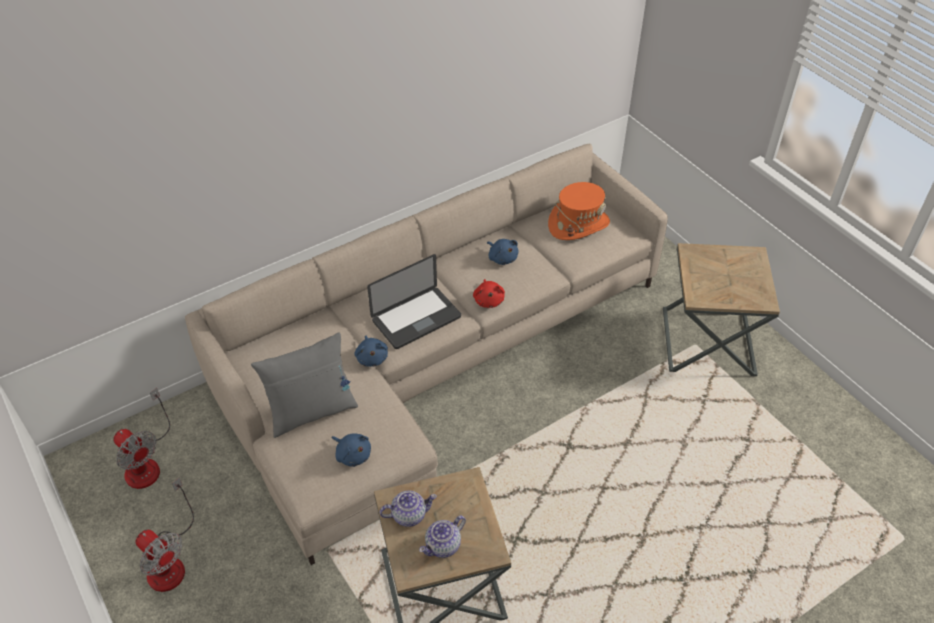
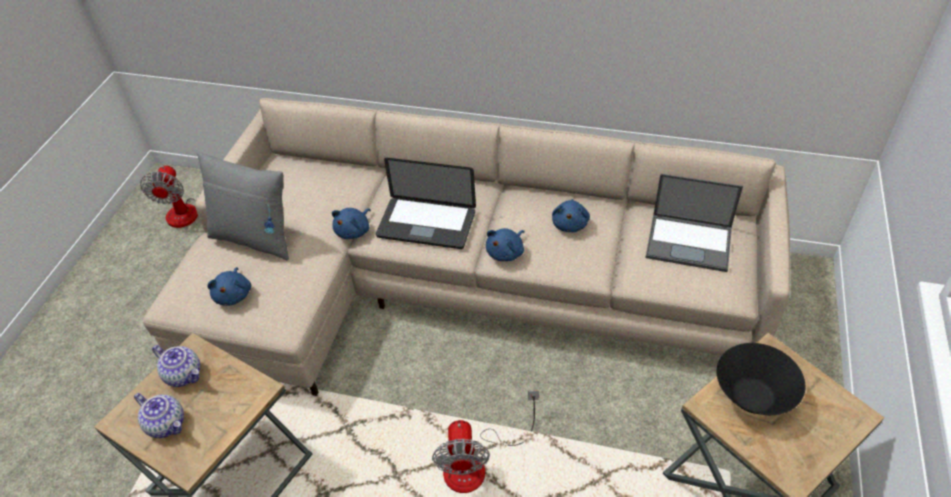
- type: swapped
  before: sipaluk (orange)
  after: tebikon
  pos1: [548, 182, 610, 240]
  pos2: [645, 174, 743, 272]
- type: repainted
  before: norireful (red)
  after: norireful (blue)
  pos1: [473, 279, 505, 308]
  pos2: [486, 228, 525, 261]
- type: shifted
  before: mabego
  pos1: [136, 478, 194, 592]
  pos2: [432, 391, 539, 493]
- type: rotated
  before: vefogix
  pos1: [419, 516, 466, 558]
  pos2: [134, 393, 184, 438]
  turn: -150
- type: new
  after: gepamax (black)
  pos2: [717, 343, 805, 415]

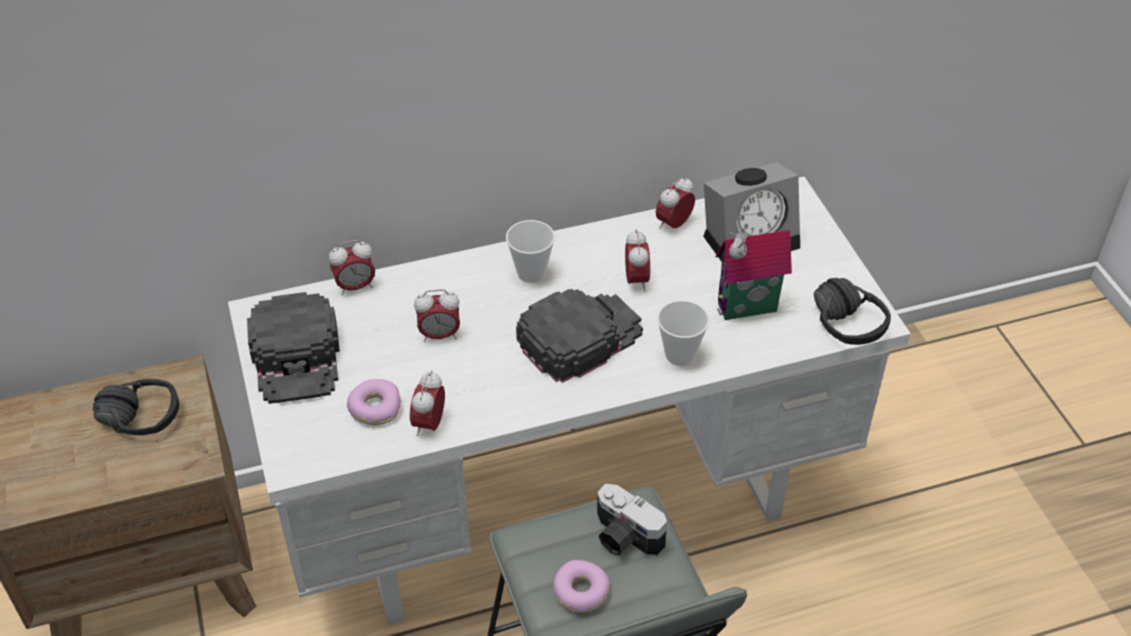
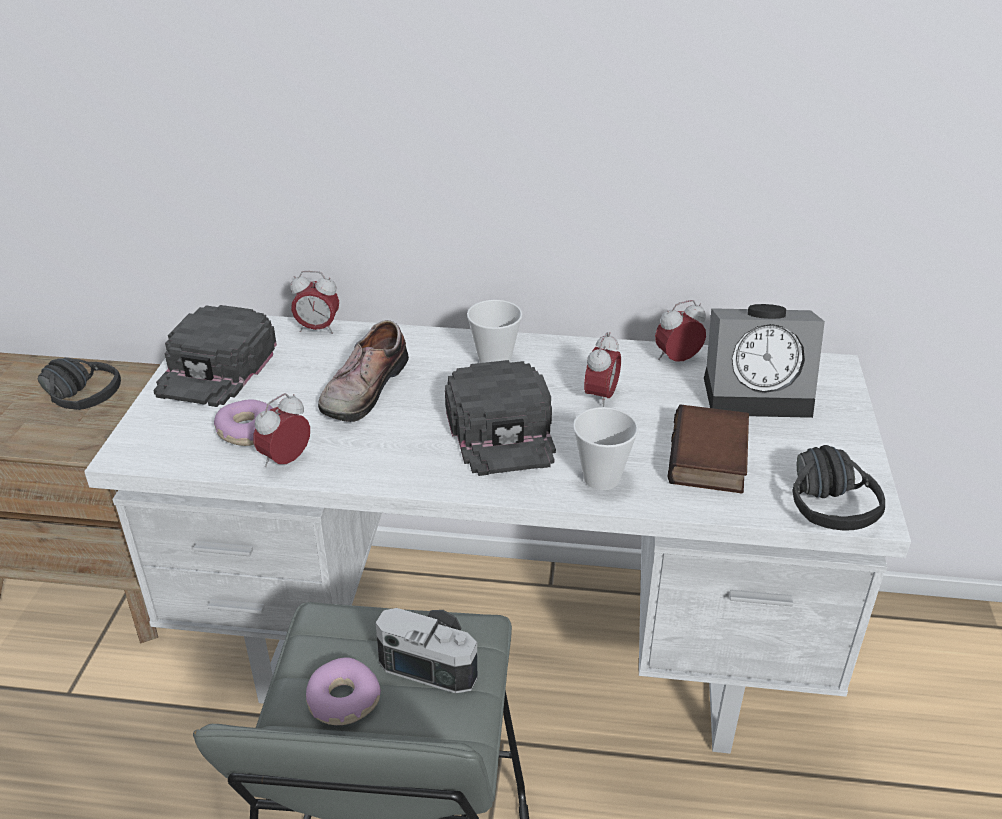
- type: swapped
  before: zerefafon
  after: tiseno
  pos1: [715, 229, 792, 320]
  pos2: [668, 405, 749, 494]
- type: swapped
  before: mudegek
  after: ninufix
  pos1: [414, 289, 460, 342]
  pos2: [318, 320, 409, 422]
- type: rotated
  before: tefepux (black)
  pos1: [516, 289, 643, 383]
  pos2: [445, 360, 556, 476]
  turn: 90
- type: rotated
  before: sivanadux
  pos1: [597, 484, 667, 556]
  pos2: [375, 608, 477, 693]
  turn: 135

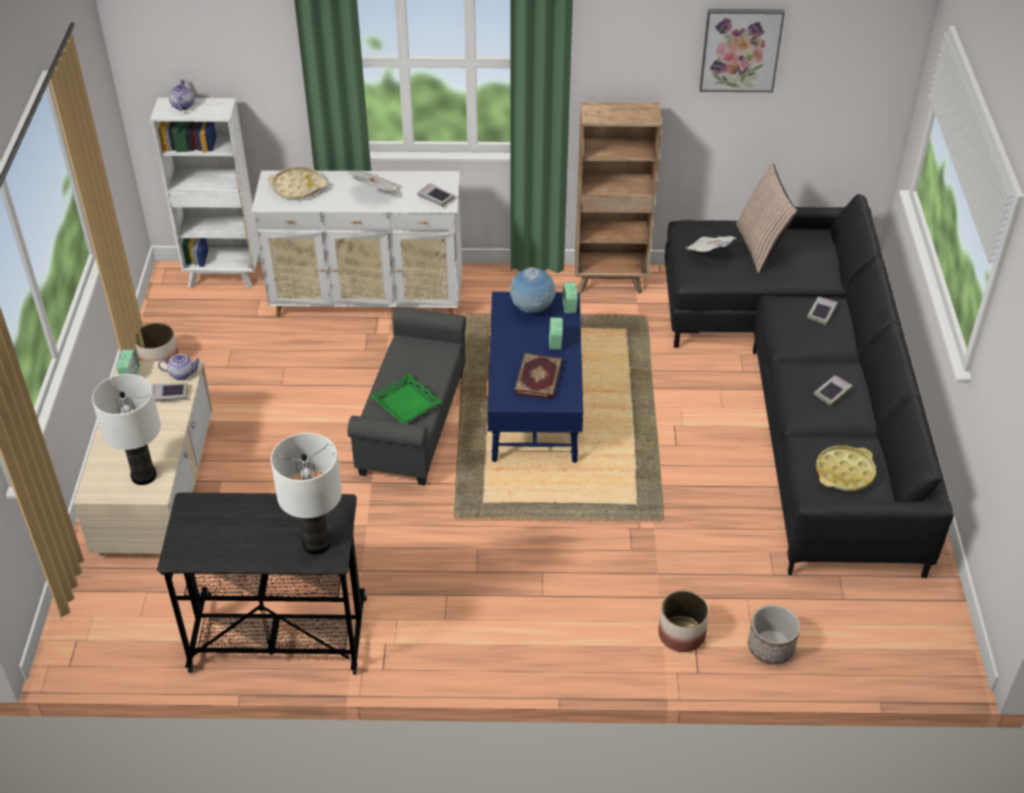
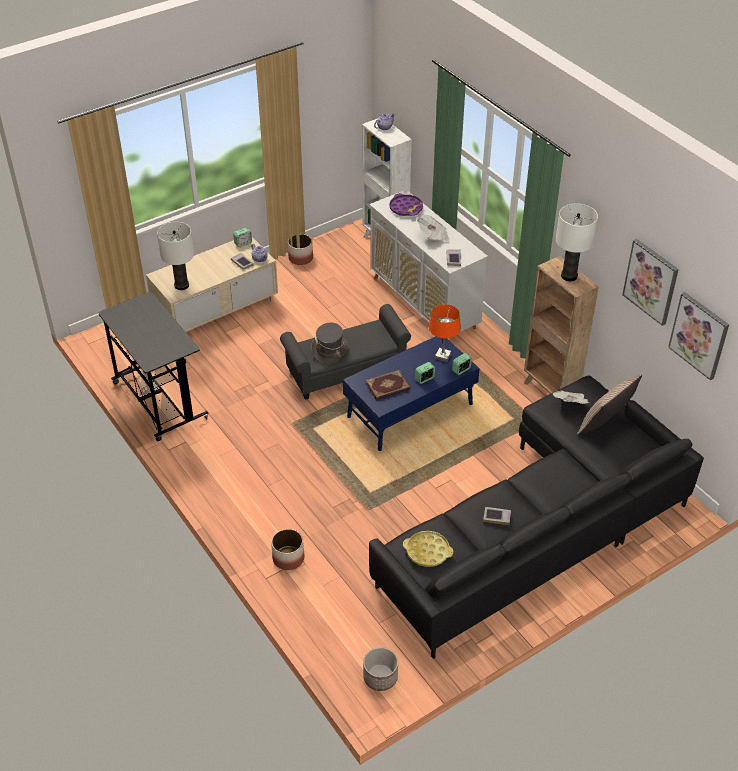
- type: repainted
  before: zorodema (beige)
  after: zorodema (purple)
  pos1: [267, 166, 327, 199]
  pos2: [389, 193, 423, 216]
- type: swapped
  before: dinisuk
  after: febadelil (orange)
  pos1: [510, 267, 556, 313]
  pos2: [429, 304, 461, 362]
- type: gone
  before: tiseno
  pos1: [807, 297, 838, 325]
- type: swapped
  before: zorodema (green)
  after: sipaluk (grey)
  pos1: [370, 374, 442, 423]
  pos2: [311, 323, 348, 365]
- type: shifted
  before: febadelil (white)
  pos1: [271, 433, 342, 554]
  pos2: [556, 204, 598, 281]
- type: shifted
  before: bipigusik
  pos1: [748, 605, 800, 664]
  pos2: [363, 647, 398, 691]
- type: new
  after: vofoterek
  pos2: [668, 292, 729, 381]

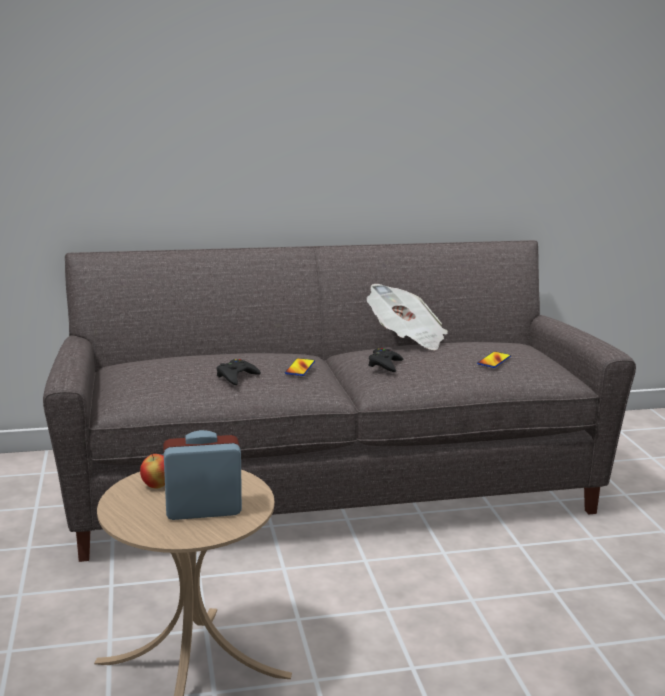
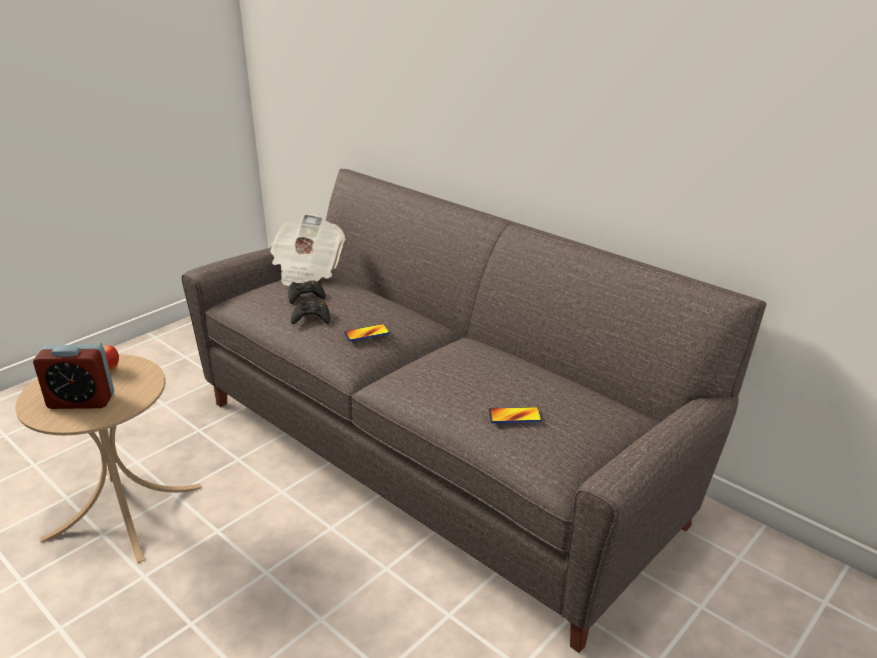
- type: shifted
  before: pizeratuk
  pos1: [366, 284, 448, 351]
  pos2: [269, 213, 345, 286]
- type: shifted
  before: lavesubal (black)
  pos1: [368, 348, 403, 372]
  pos2: [288, 280, 326, 304]
- type: rotated
  before: mudegek
  pos1: [163, 430, 242, 520]
  pos2: [33, 344, 114, 409]
  turn: 135

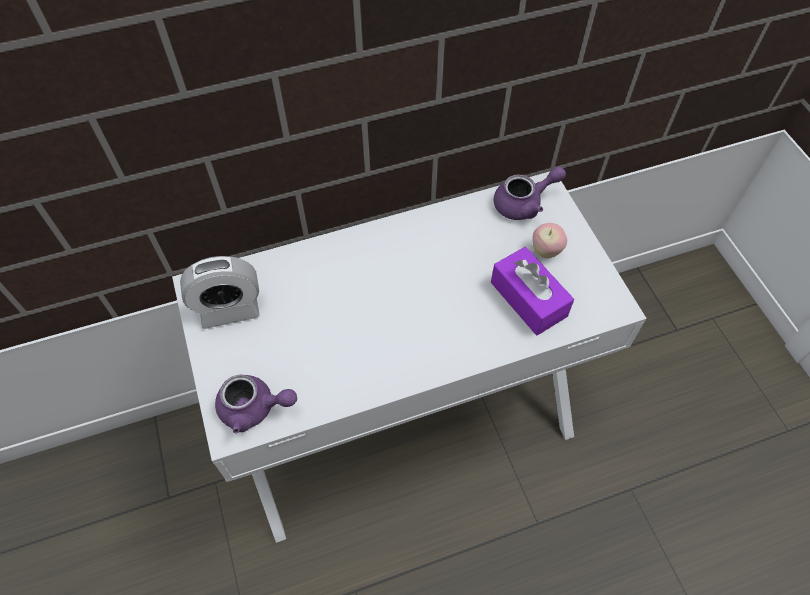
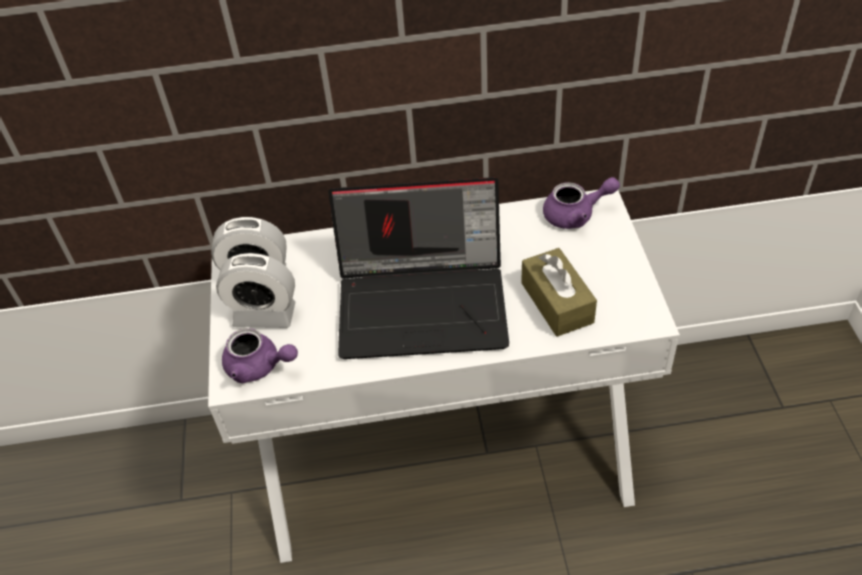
- type: gone
  before: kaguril
  pos1: [532, 223, 567, 258]
- type: repainted
  before: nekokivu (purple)
  after: nekokivu (brown)
  pos1: [491, 247, 574, 336]
  pos2: [521, 248, 597, 337]
- type: new
  after: tebikon
  pos2: [328, 177, 509, 359]
- type: new
  after: mudegek
  pos2: [216, 253, 296, 328]

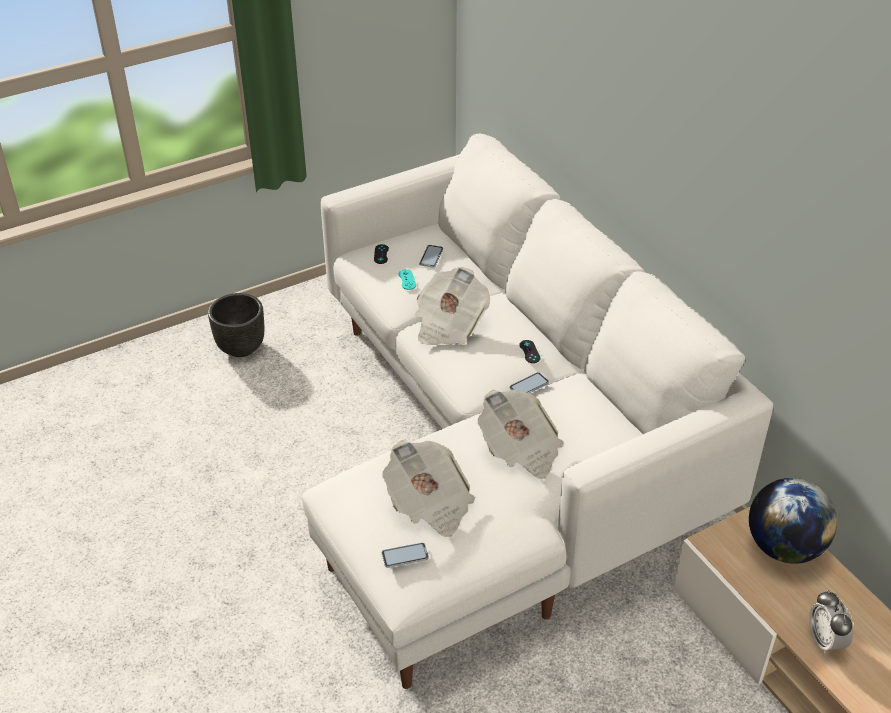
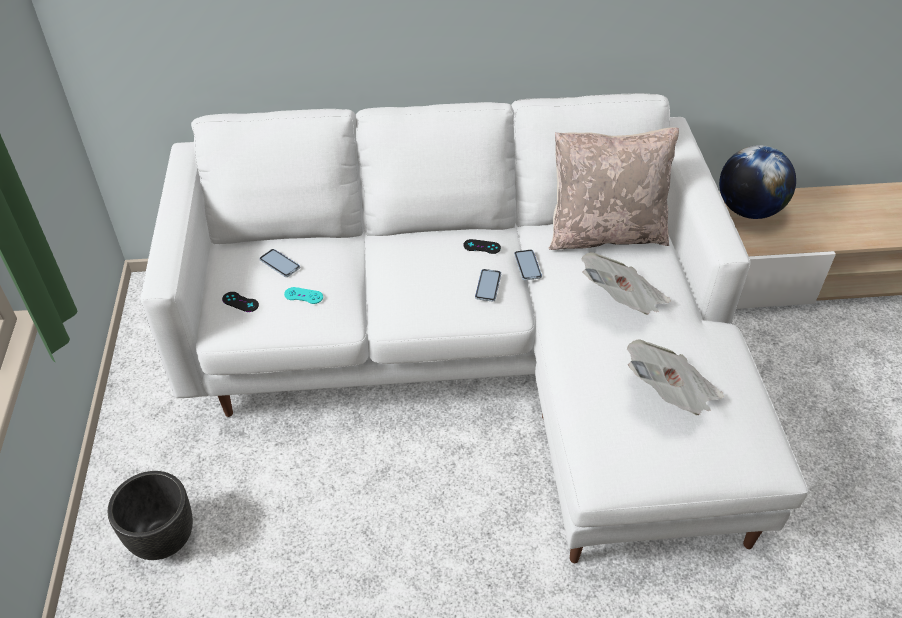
- type: gone
  before: pizeratuk
  pos1: [415, 267, 490, 345]
- type: shifted
  before: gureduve
  pos1: [382, 543, 429, 568]
  pos2: [475, 269, 501, 302]
- type: gone
  before: mudegek
  pos1: [809, 590, 853, 654]
- type: new
  after: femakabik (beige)
  pos2: [548, 127, 679, 250]

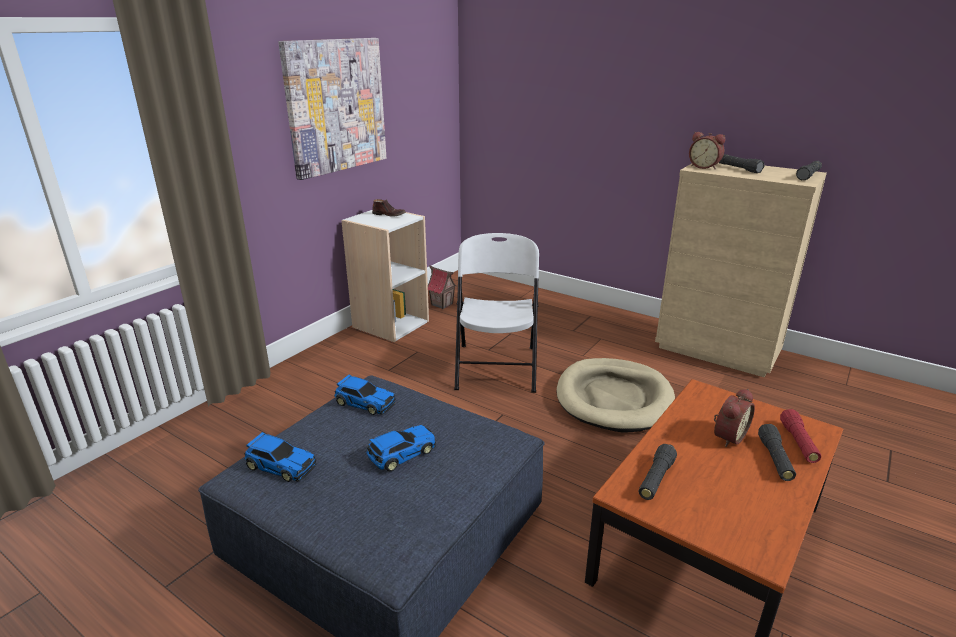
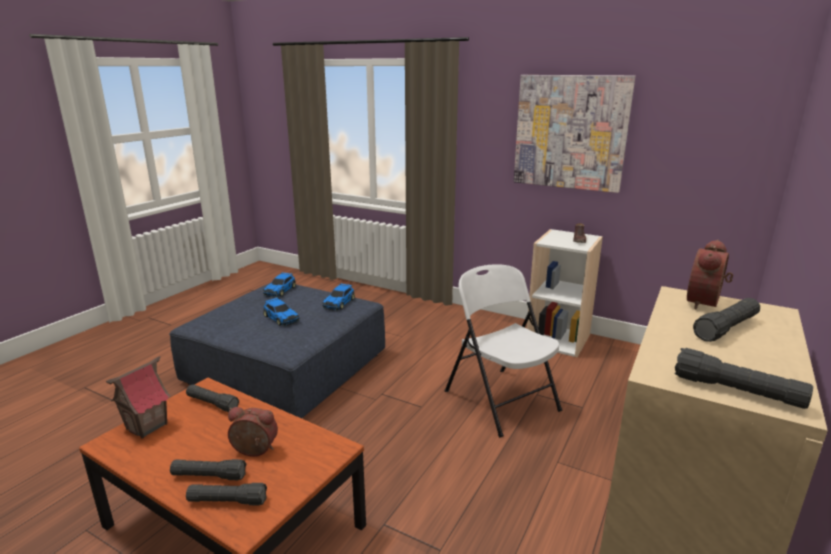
- type: rotated
  before: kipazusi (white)
  pos1: [454, 233, 539, 393]
  pos2: [445, 264, 562, 438]
  turn: -120
- type: shifted
  before: zerefafon
  pos1: [428, 265, 457, 309]
  pos2: [106, 356, 171, 438]
- type: gone
  before: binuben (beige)
  pos1: [556, 358, 675, 432]
- type: rotated
  before: mudegek
  pos1: [714, 389, 755, 447]
  pos2: [228, 407, 278, 457]
  turn: 150
- type: repainted
  before: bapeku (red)
  after: bapeku (black)
  pos1: [780, 409, 821, 463]
  pos2: [186, 483, 267, 505]

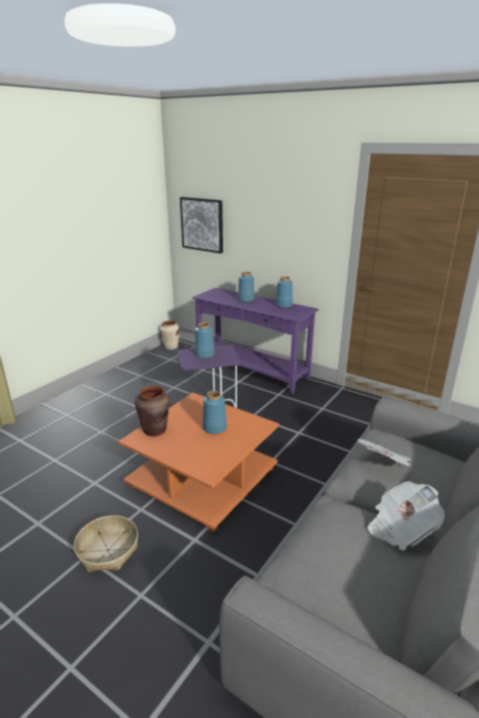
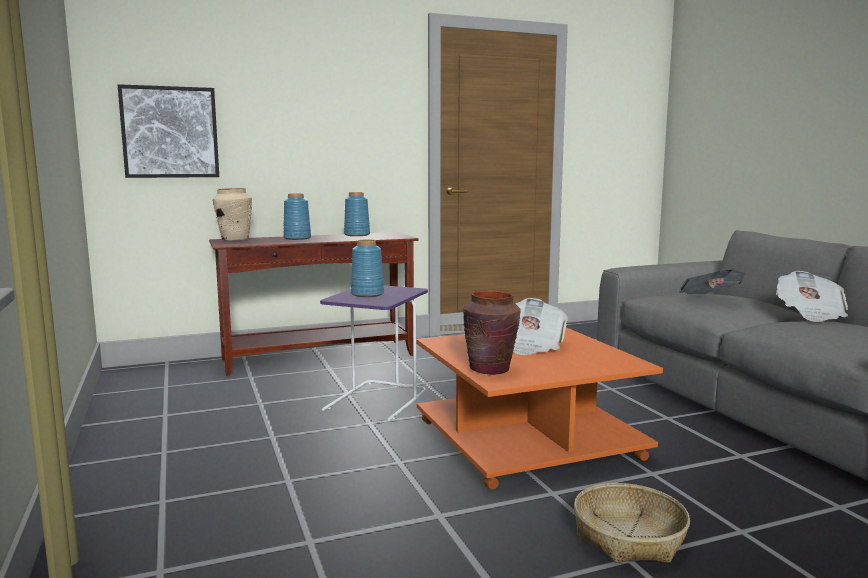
- type: repainted
  before: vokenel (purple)
  after: vokenel (brown)
  pos1: [192, 288, 319, 395]
  pos2: [209, 232, 419, 376]
- type: shifted
  before: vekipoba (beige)
  pos1: [160, 321, 180, 350]
  pos2: [213, 188, 252, 241]
- type: swapped
  before: vekipoba (blue)
  after: pizeratuk
  pos1: [203, 391, 227, 434]
  pos2: [513, 298, 568, 355]

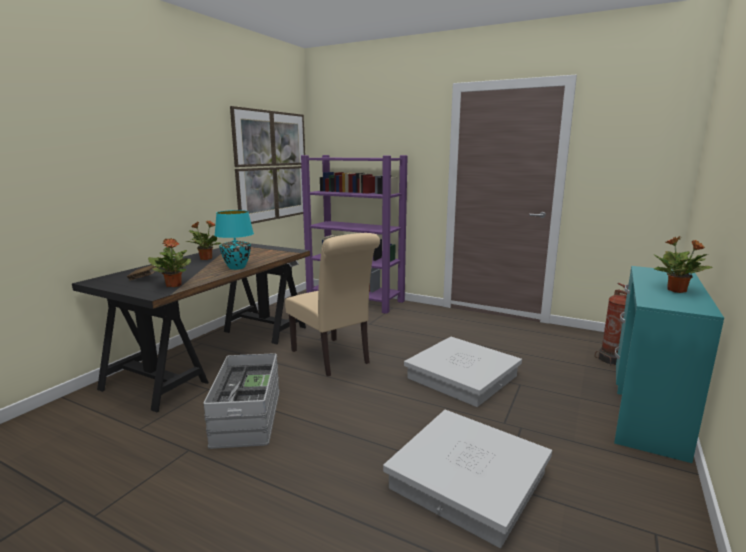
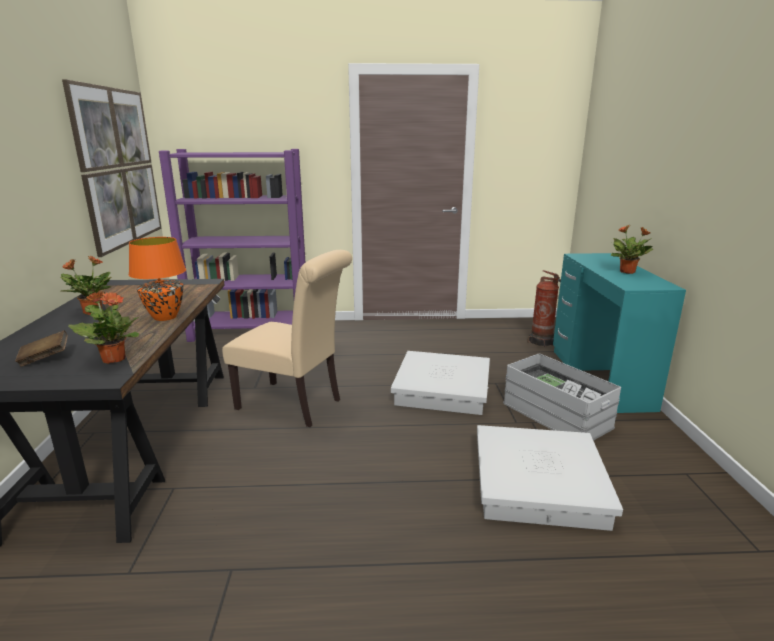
- type: repainted
  before: febadelil (turquoise)
  after: febadelil (orange)
  pos1: [214, 210, 254, 270]
  pos2: [129, 237, 186, 321]
- type: shifted
  before: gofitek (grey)
  pos1: [204, 353, 280, 449]
  pos2: [503, 354, 621, 441]

